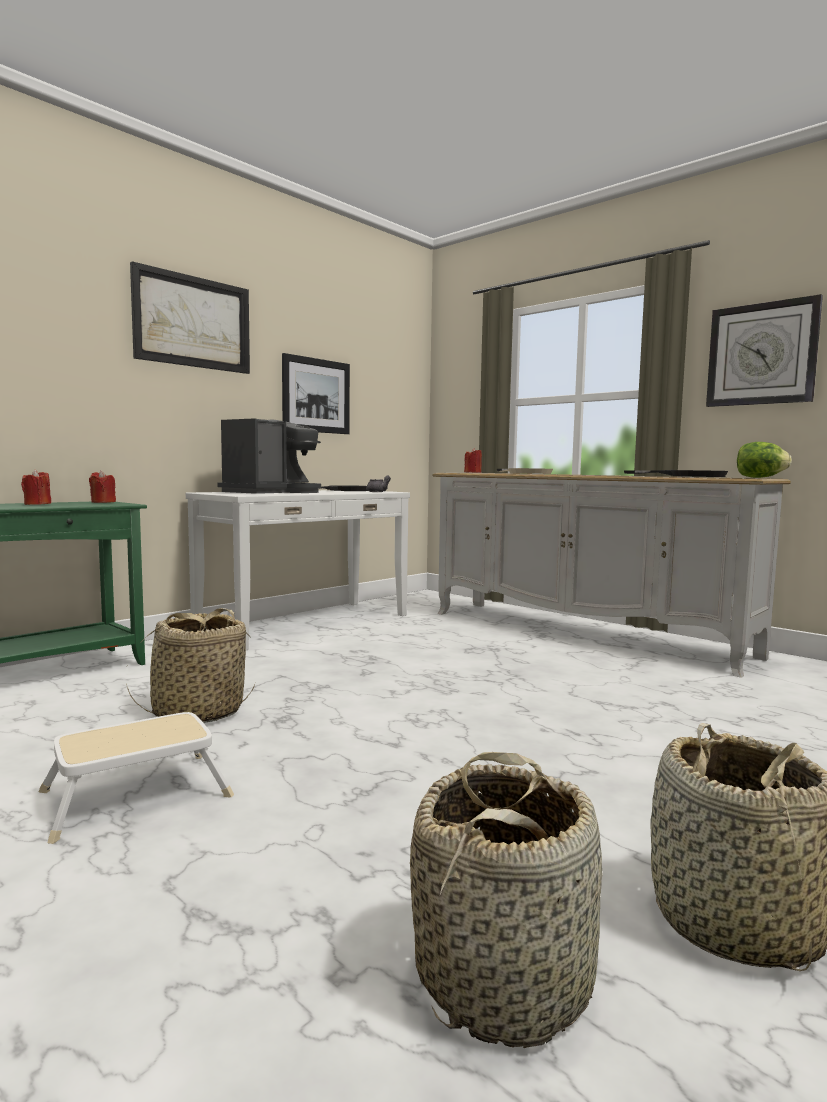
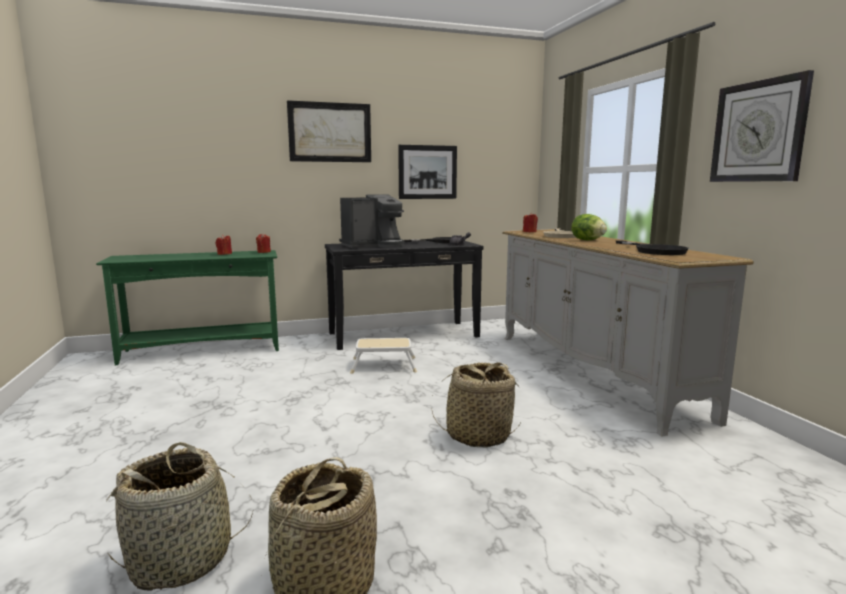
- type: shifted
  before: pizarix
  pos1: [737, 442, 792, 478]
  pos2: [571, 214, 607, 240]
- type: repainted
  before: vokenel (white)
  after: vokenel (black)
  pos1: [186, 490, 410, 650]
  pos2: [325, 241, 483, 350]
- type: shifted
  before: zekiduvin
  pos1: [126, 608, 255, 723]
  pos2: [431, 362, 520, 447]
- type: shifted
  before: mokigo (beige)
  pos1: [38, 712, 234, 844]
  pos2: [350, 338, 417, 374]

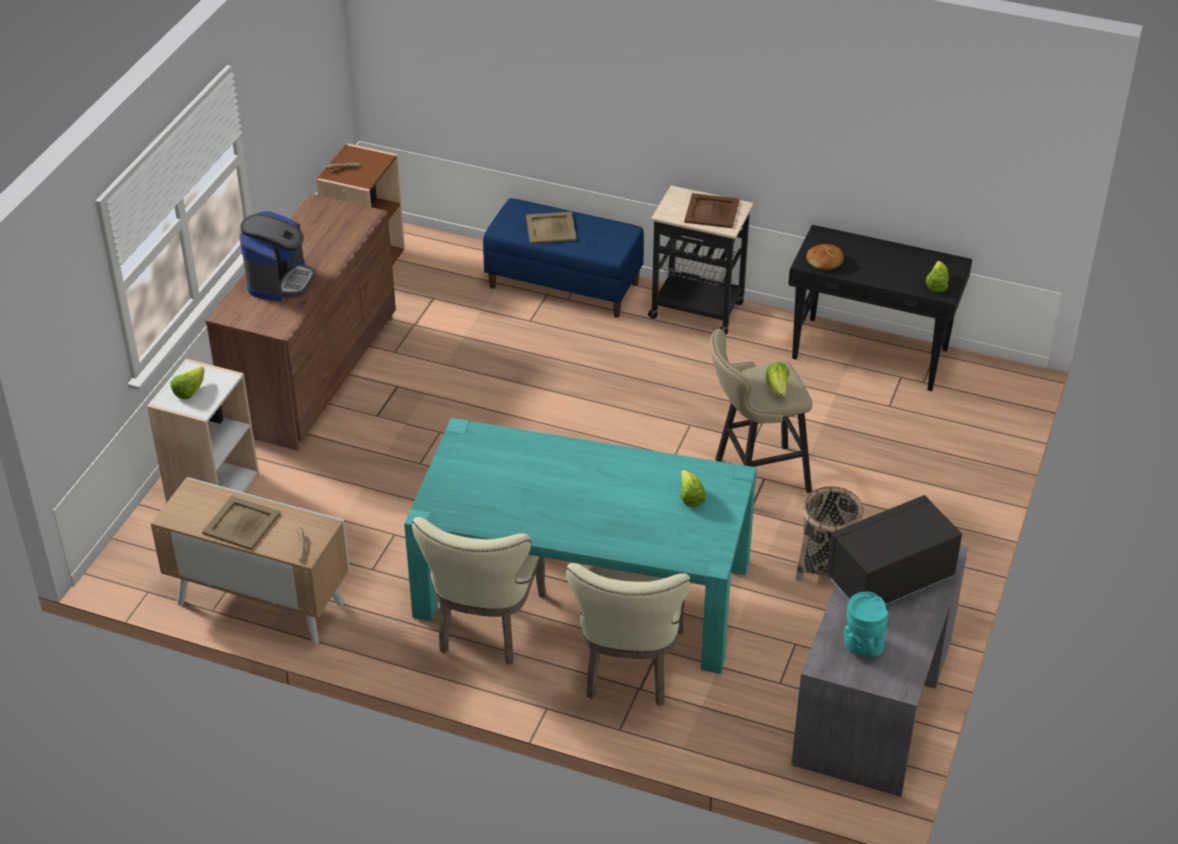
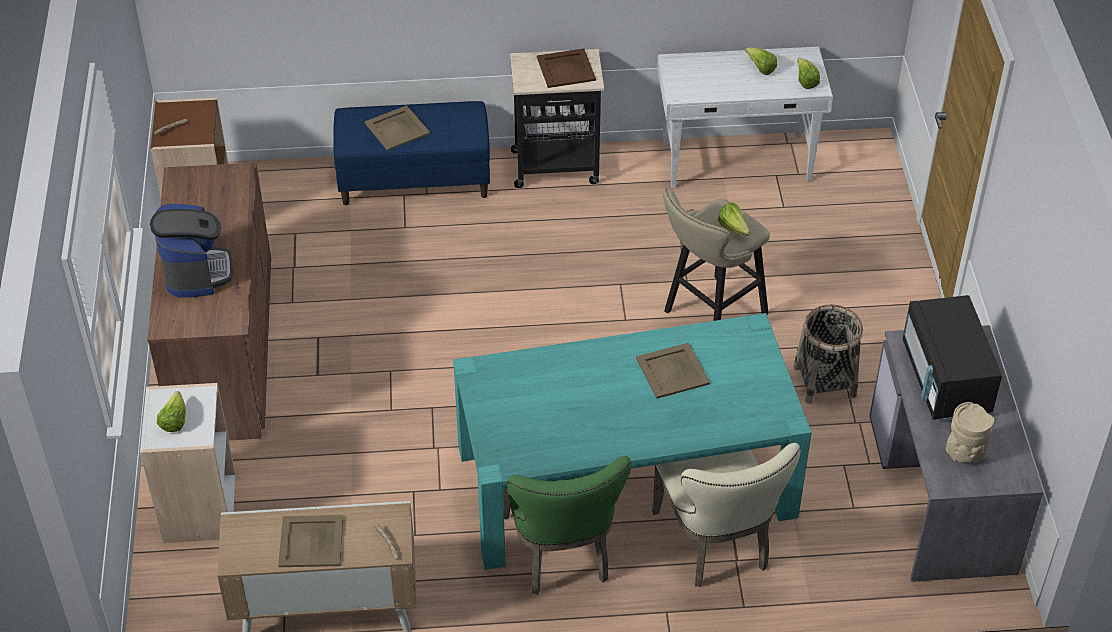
- type: repainted
  before: vokenel (black)
  after: vokenel (white)
  pos1: [788, 225, 972, 391]
  pos2: [657, 47, 833, 188]
- type: gone
  before: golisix
  pos1: [806, 244, 844, 270]
- type: shifted
  before: pizarix
  pos1: [680, 470, 706, 507]
  pos2: [745, 47, 777, 75]
- type: rotated
  before: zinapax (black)
  pos1: [827, 495, 962, 605]
  pos2: [903, 295, 1002, 420]
  turn: -45
- type: repainted
  before: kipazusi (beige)
  after: kipazusi (green)
  pos1: [412, 517, 546, 665]
  pos2: [503, 456, 631, 595]
- type: repainted
  before: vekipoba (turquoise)
  after: vekipoba (beige)
  pos1: [844, 592, 888, 657]
  pos2: [946, 402, 994, 463]
- type: new
  after: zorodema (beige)
  pos2: [636, 343, 710, 399]

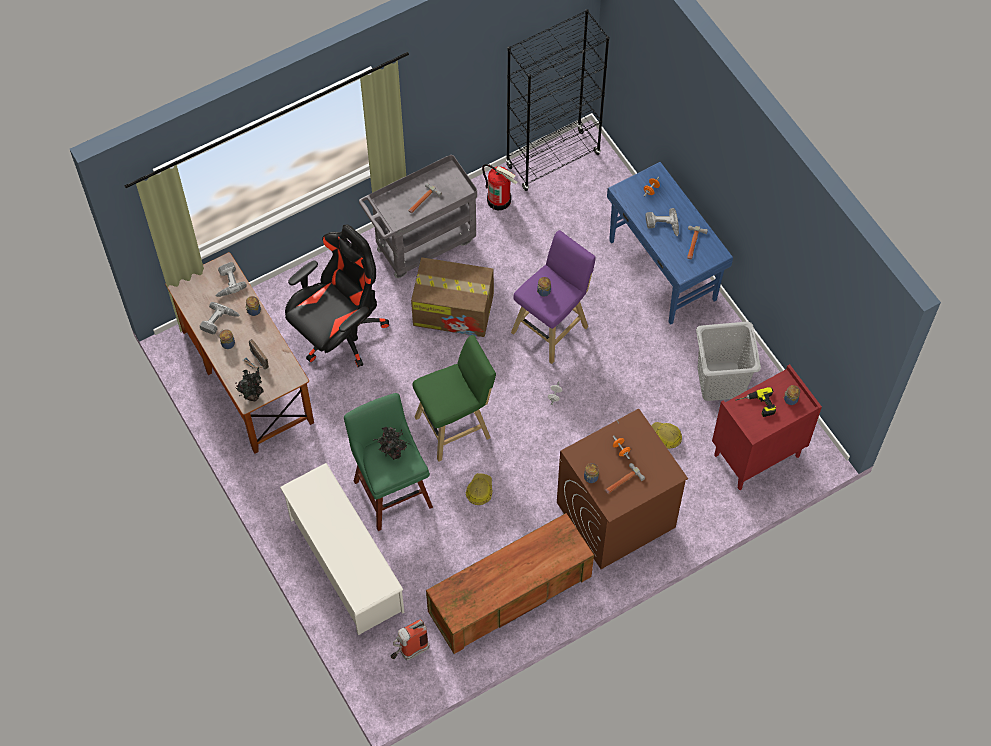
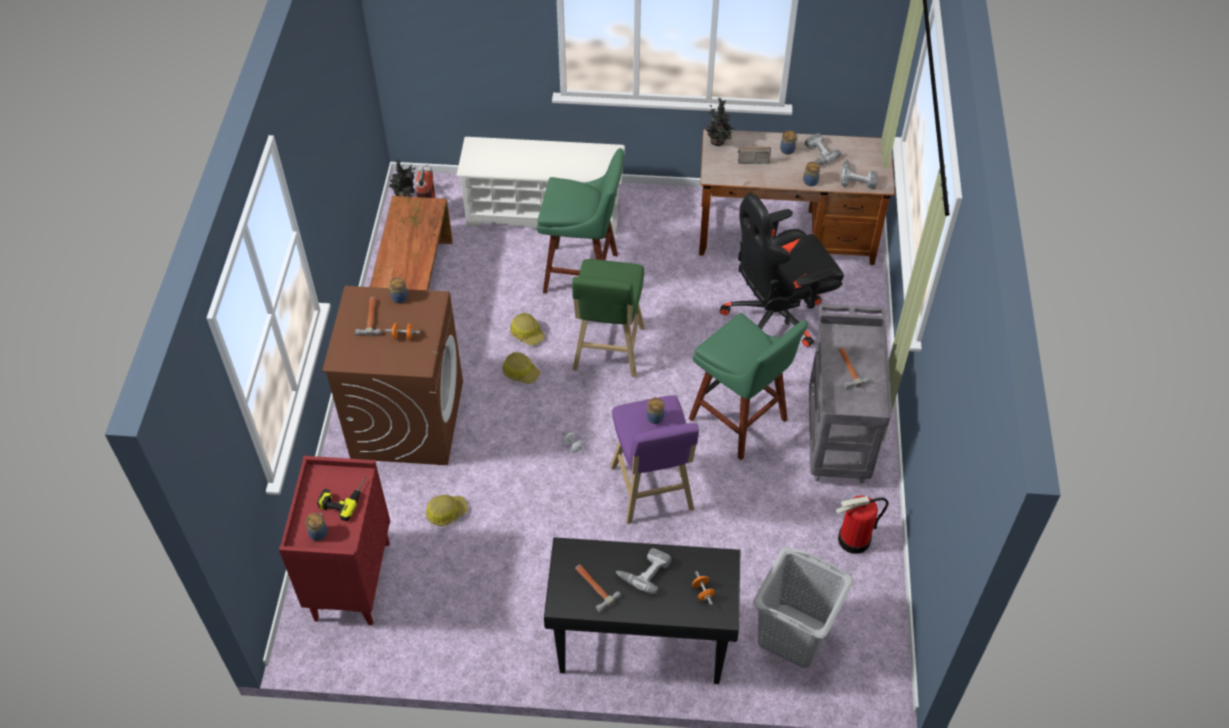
- type: gone
  before: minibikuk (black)
  pos1: [506, 9, 610, 191]
- type: repainted
  before: vokenel (blue)
  after: vokenel (black)
  pos1: [607, 162, 733, 325]
  pos2: [544, 537, 740, 684]
- type: rotated
  before: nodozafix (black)
  pos1: [285, 225, 389, 367]
  pos2: [720, 193, 844, 347]
  turn: 75
- type: swapped
  before: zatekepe
  after: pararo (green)
  pos1: [411, 257, 494, 337]
  pos2: [689, 313, 808, 460]
- type: shifted
  before: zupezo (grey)
  pos1: [696, 321, 761, 401]
  pos2: [753, 547, 854, 668]
- type: shifted
  before: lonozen
  pos1: [373, 427, 409, 460]
  pos2: [388, 160, 416, 197]
- type: new
  after: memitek
  pos2: [503, 352, 541, 384]

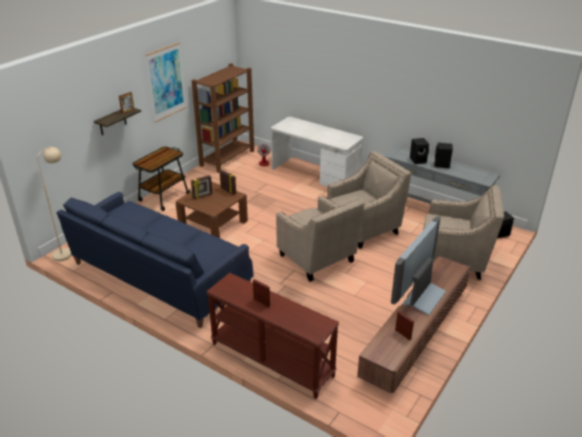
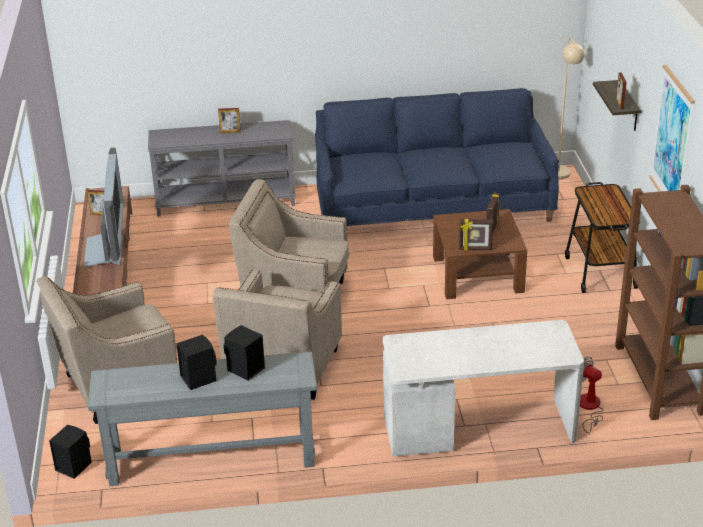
- type: repainted
  before: vokenel (brown)
  after: vokenel (grey)
  pos1: [206, 273, 339, 399]
  pos2: [148, 120, 296, 217]

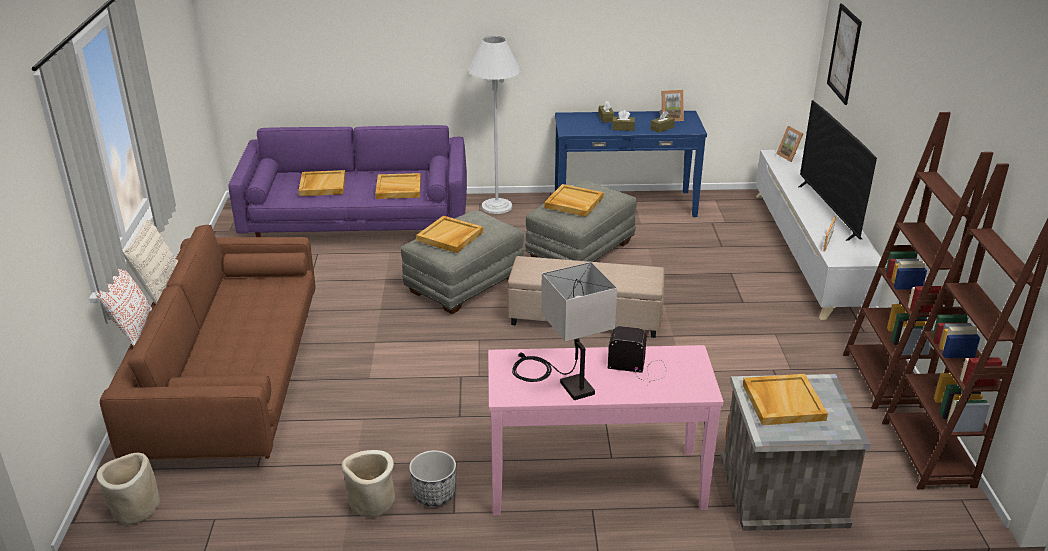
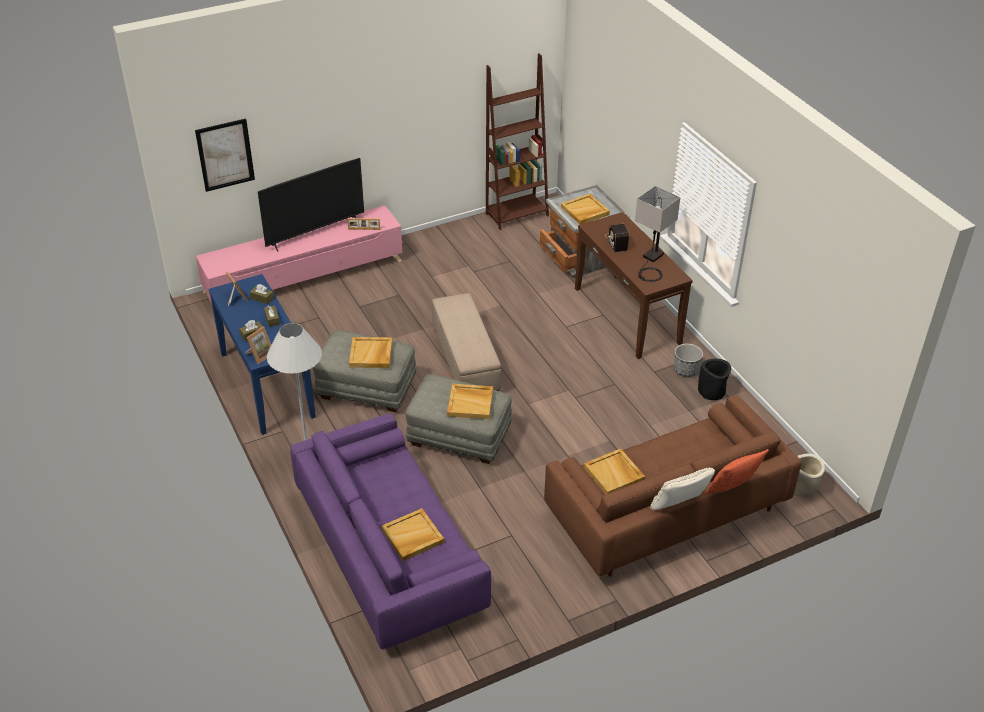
- type: gone
  before: minibikuk (brown)
  pos1: [843, 112, 993, 409]
- type: shifted
  before: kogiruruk
  pos1: [776, 126, 803, 162]
  pos2: [245, 327, 271, 364]
- type: repainted
  before: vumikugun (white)
  after: vumikugun (pink)
  pos1: [756, 149, 887, 320]
  pos2: [196, 205, 402, 304]
- type: shifted
  before: zorodema (beige)
  pos1: [375, 173, 421, 199]
  pos2: [584, 448, 645, 494]
- type: repainted
  before: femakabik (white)
  after: femakabik (orange)
  pos1: [96, 269, 152, 347]
  pos2: [705, 449, 769, 495]
- type: repainted
  before: vokenel (pink)
  after: vokenel (brown)
  pos1: [488, 345, 724, 516]
  pos2: [575, 212, 693, 359]
- type: repainted
  before: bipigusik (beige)
  after: bipigusik (black)
  pos1: [341, 450, 395, 517]
  pos2: [698, 359, 731, 400]

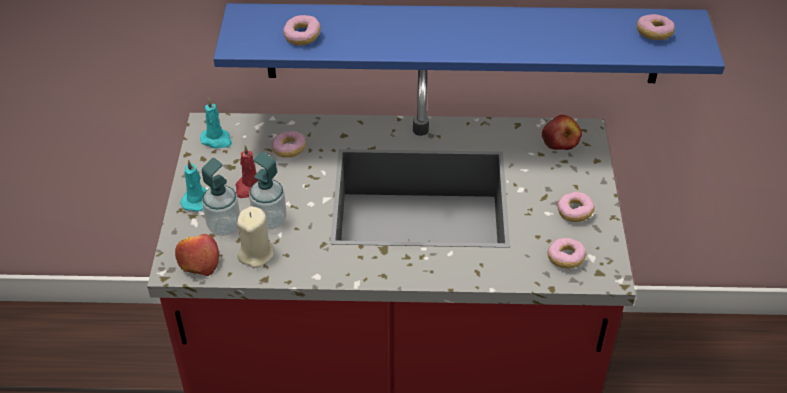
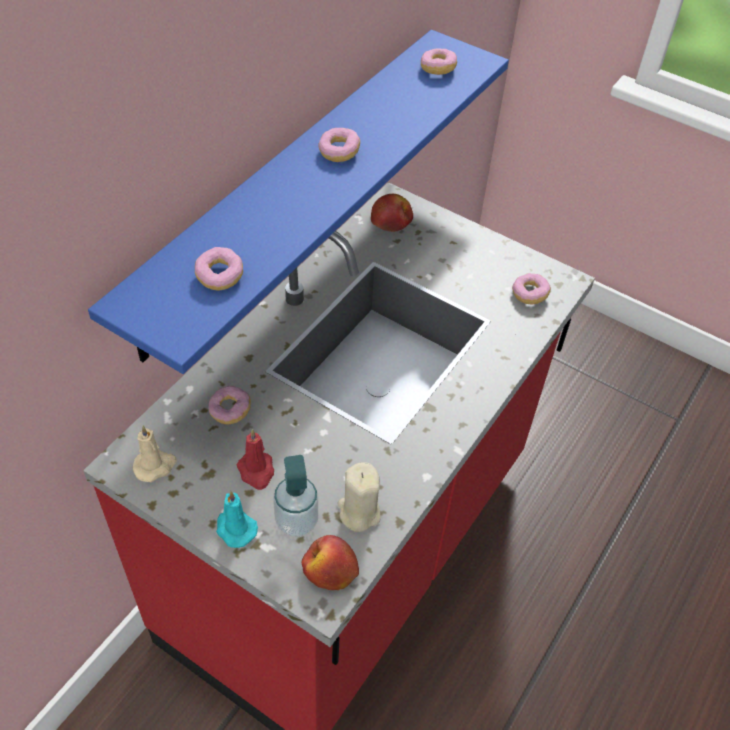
- type: repainted
  before: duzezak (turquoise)
  after: duzezak (beige)
  pos1: [200, 98, 232, 148]
  pos2: [132, 425, 177, 482]
- type: gone
  before: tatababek
  pos1: [249, 152, 287, 230]
- type: shifted
  before: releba
  pos1: [557, 192, 595, 222]
  pos2: [318, 128, 360, 162]

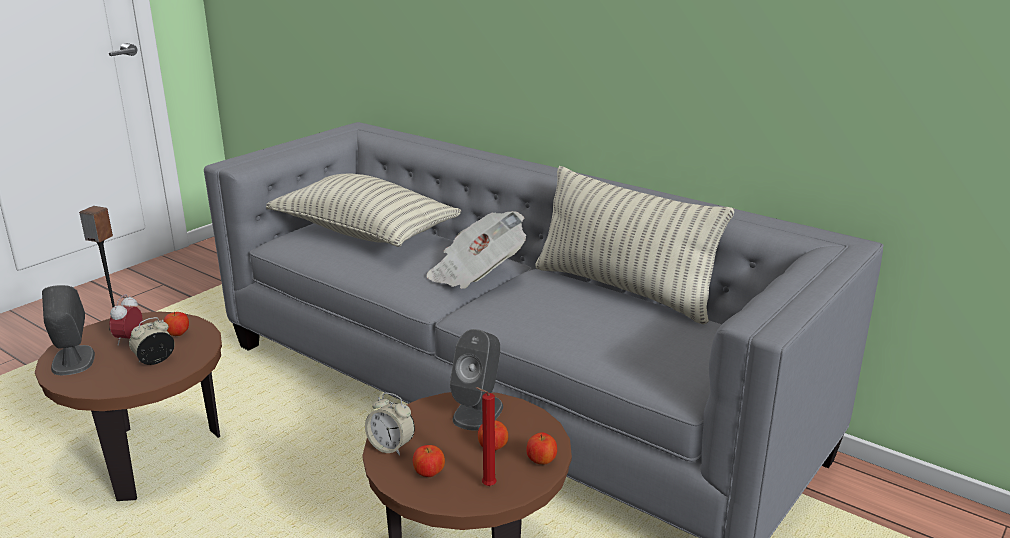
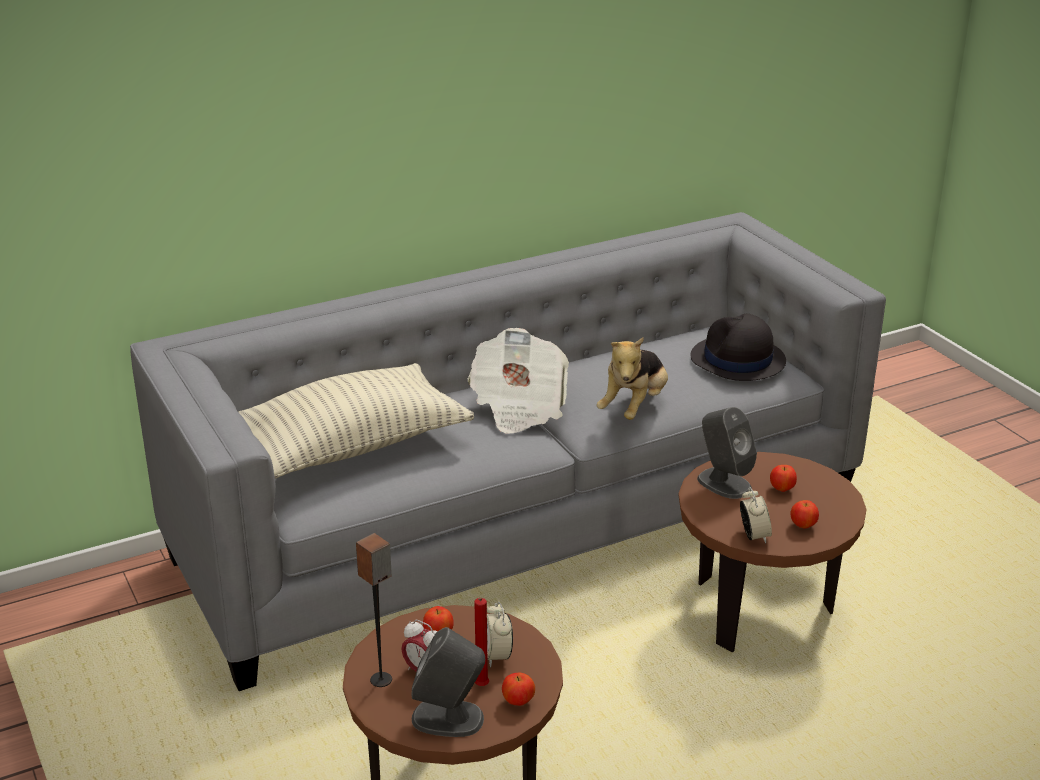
- type: gone
  before: femakabik
  pos1: [535, 166, 734, 324]
- type: shifted
  before: duzezak (red)
  pos1: [476, 387, 497, 486]
  pos2: [474, 597, 489, 686]
- type: rotated
  before: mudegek
  pos1: [365, 393, 415, 456]
  pos2: [740, 487, 772, 544]
  turn: -60
- type: shifted
  before: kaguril
  pos1: [526, 432, 557, 465]
  pos2: [502, 673, 535, 706]
- type: new
  after: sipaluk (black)
  pos2: [691, 314, 786, 381]
- type: new
  after: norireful
  pos2: [596, 337, 668, 420]

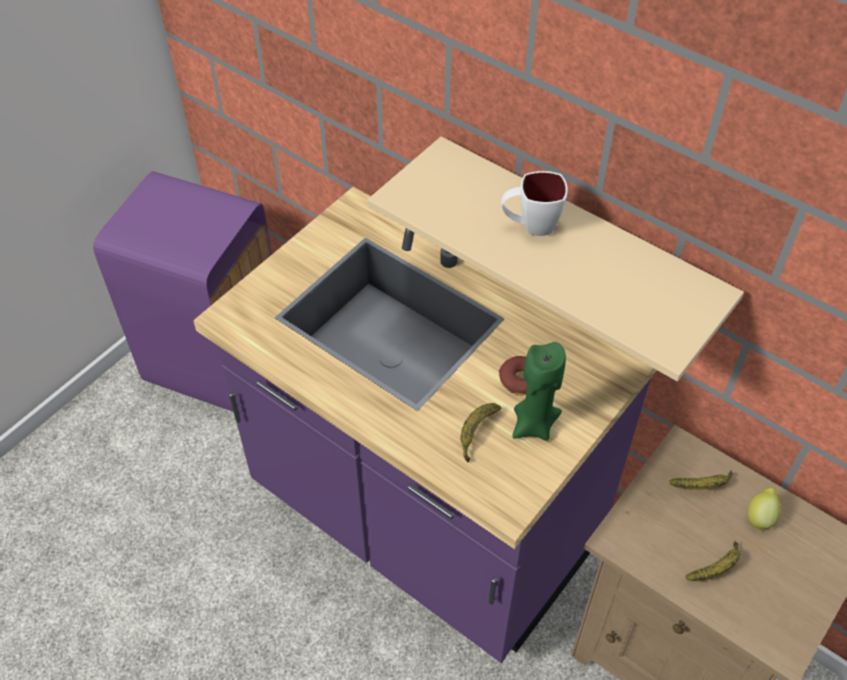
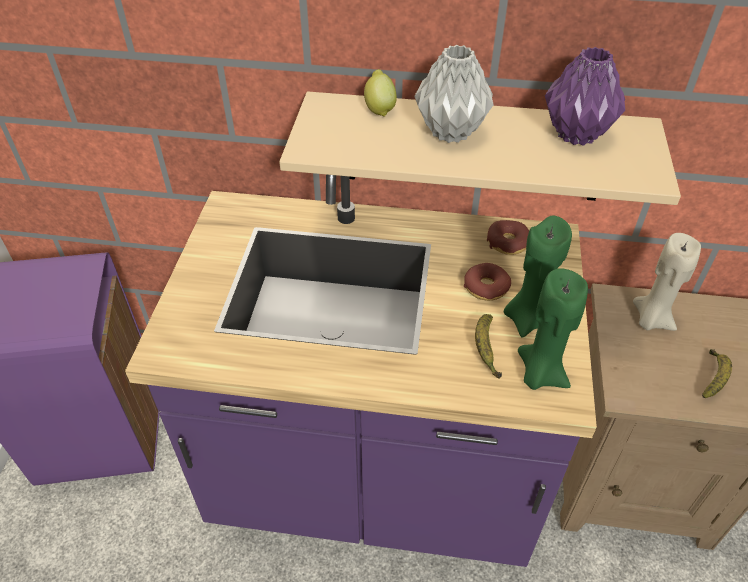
- type: swapped
  before: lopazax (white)
  after: vekipoba (grey)
  pos1: [501, 171, 568, 236]
  pos2: [415, 45, 493, 143]
- type: swapped
  before: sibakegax
  after: duzezak (beige)
  pos1: [670, 470, 733, 490]
  pos2: [633, 233, 701, 331]
- type: shifted
  before: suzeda
  pos1: [747, 487, 781, 531]
  pos2: [364, 69, 397, 116]
- type: new
  after: vekipoba (purple)
  pos2: [545, 47, 625, 146]
- type: new
  after: releba
  pos2: [487, 220, 529, 255]
- type: new
  after: duzezak (green)
  pos2: [518, 268, 588, 390]

